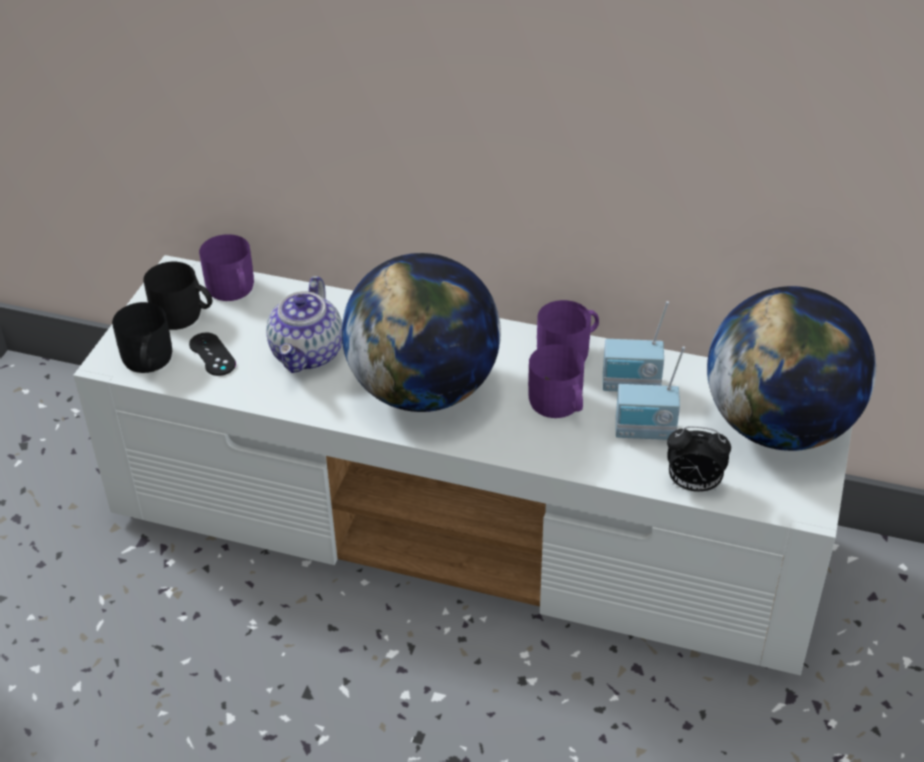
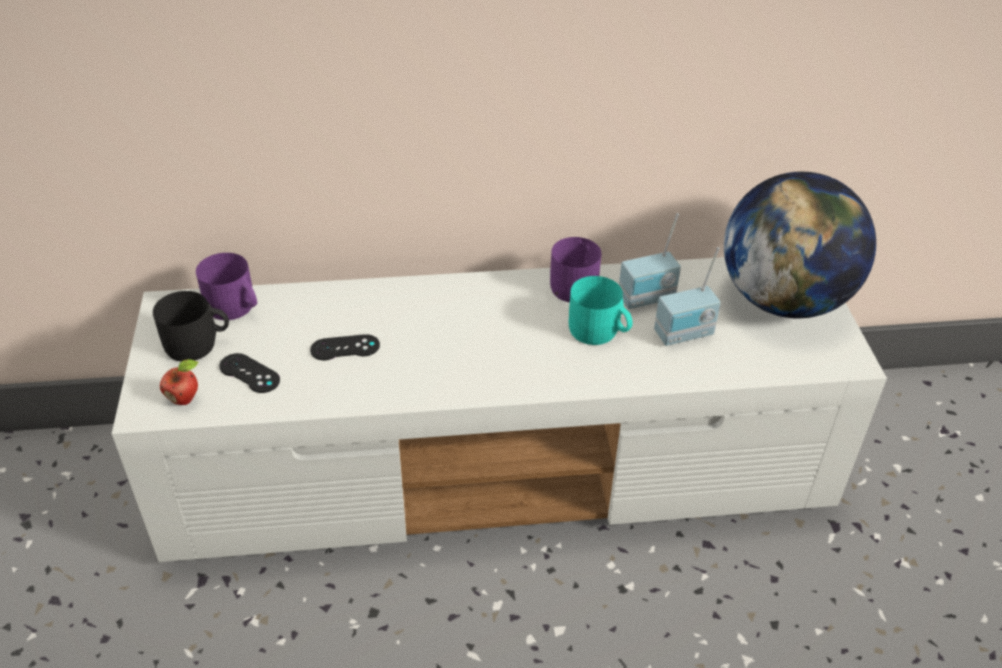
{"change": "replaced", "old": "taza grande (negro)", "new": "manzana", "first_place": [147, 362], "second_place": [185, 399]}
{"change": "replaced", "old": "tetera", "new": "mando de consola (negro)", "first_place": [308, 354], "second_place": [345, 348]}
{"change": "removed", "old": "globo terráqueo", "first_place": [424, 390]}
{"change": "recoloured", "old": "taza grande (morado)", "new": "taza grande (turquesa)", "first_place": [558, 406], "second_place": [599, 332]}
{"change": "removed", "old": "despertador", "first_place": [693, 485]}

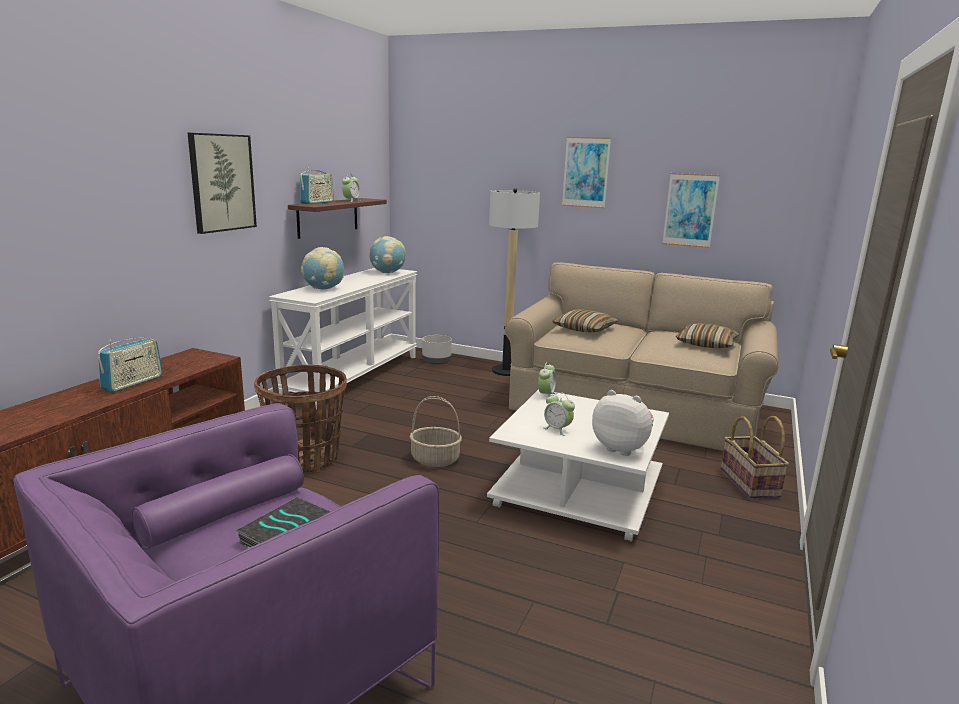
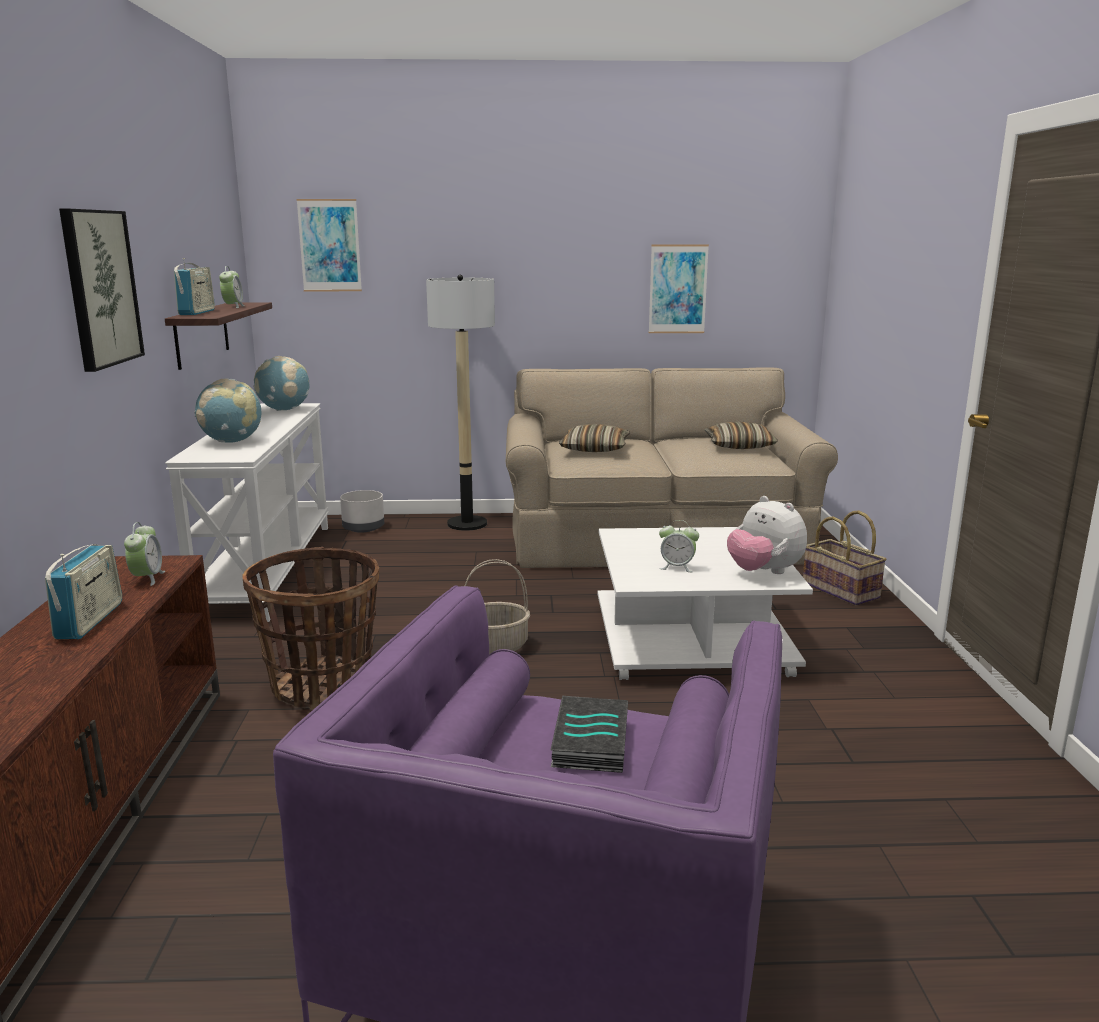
{"change": "moved", "old": "despertador", "first_place": [546, 395], "second_place": [147, 578]}
{"change": "moved", "old": "cuadro", "first_place": [586, 172], "second_place": [329, 245]}
{"change": "turned", "old": "peluche", "first_place": [621, 448], "second_place": [764, 572], "degrees": -135}

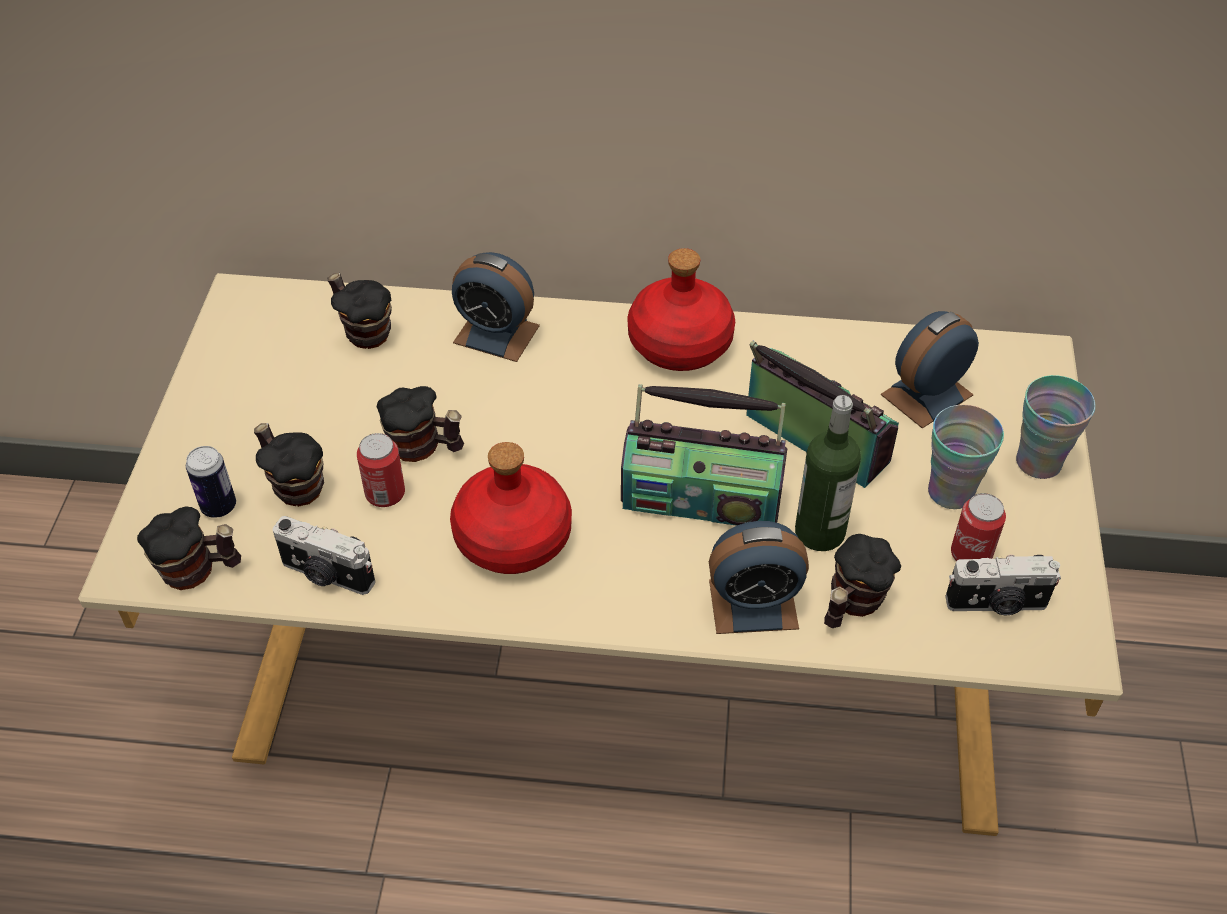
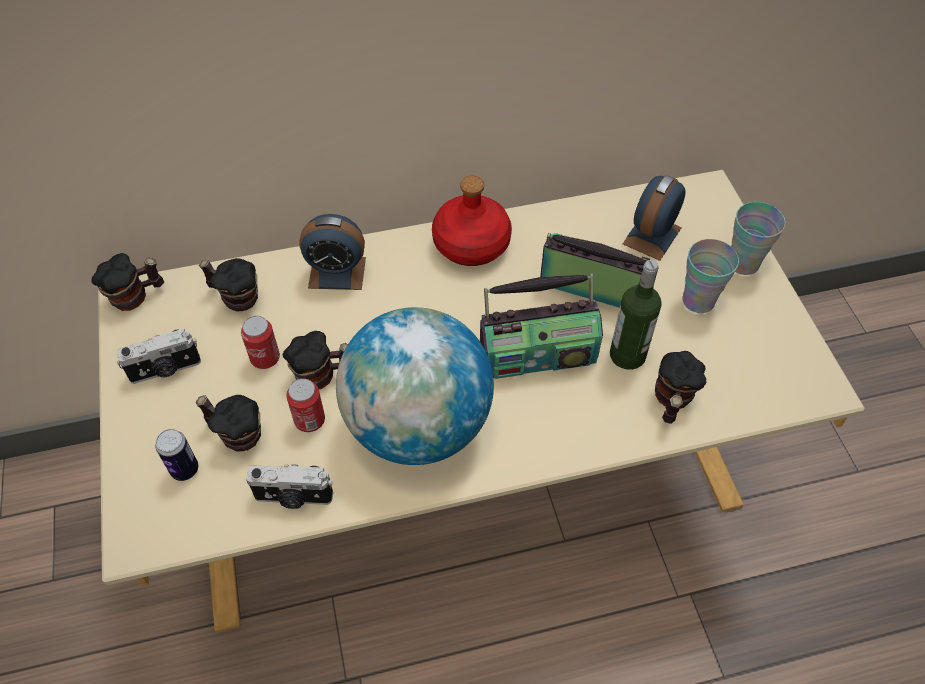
{"change": "moved", "old": "taza grande", "first_place": [197, 571], "second_place": [136, 297]}
{"change": "replaced", "old": "botella (rojo)", "new": "globo terráqueo", "first_place": [511, 538], "second_place": [418, 425]}
{"change": "removed", "old": "despertador", "first_place": [753, 604]}
{"change": "moved", "old": "cámara", "first_place": [997, 604], "second_place": [165, 370]}
{"change": "moved", "old": "lata", "first_place": [970, 554], "second_place": [265, 358]}

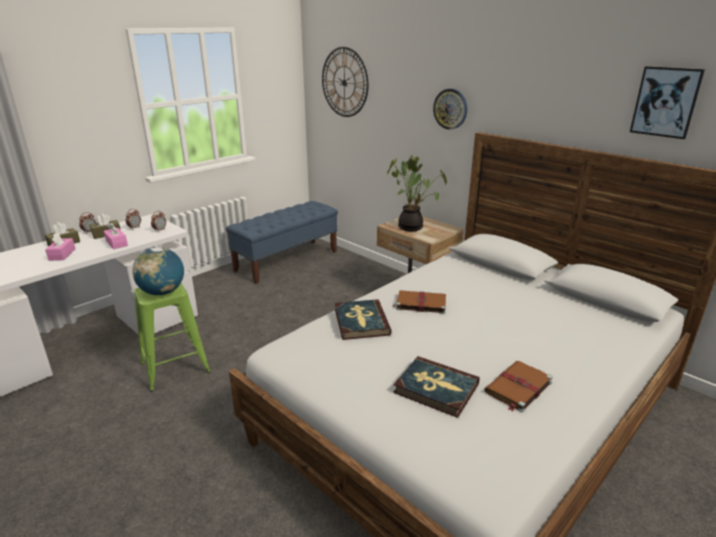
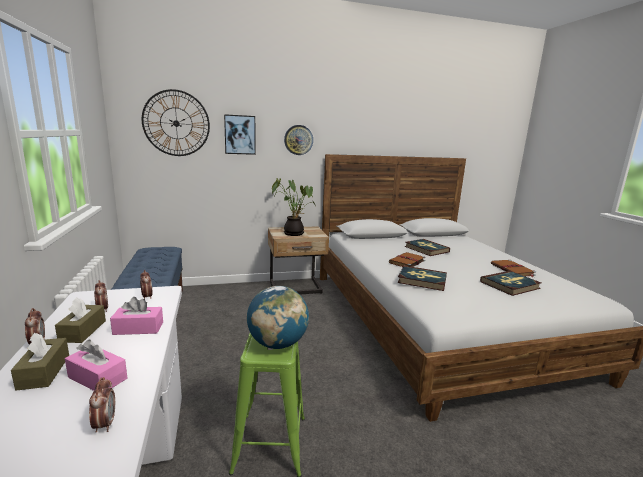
{"change": "moved", "old": "cuadro", "first_place": [665, 102], "second_place": [240, 134]}
{"change": "added", "new": "despertador", "second_place": [105, 424]}
{"change": "added", "new": "libro", "second_place": [426, 249]}

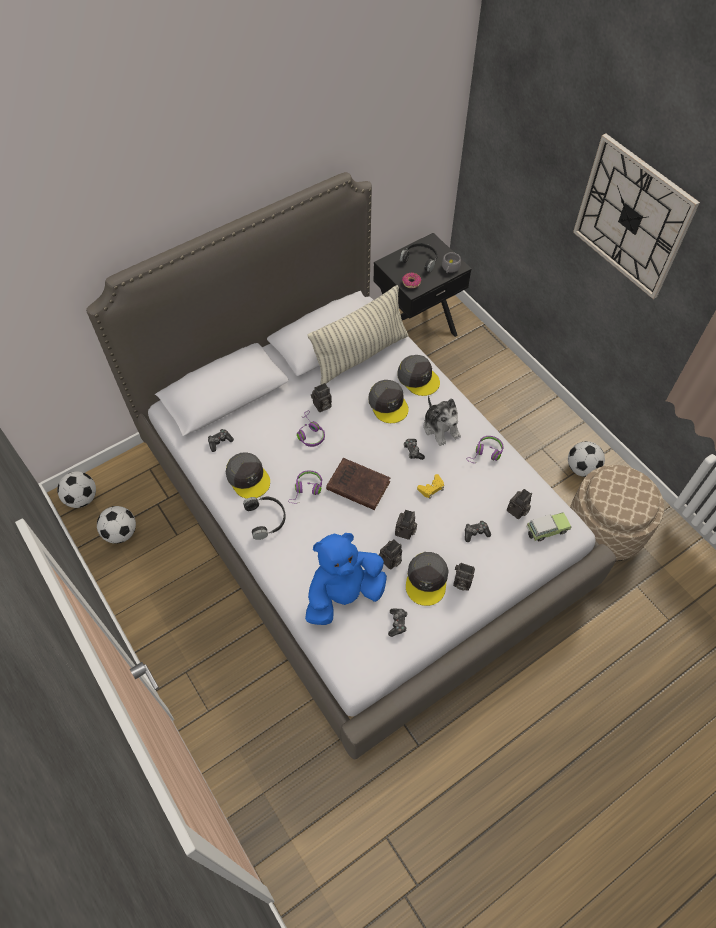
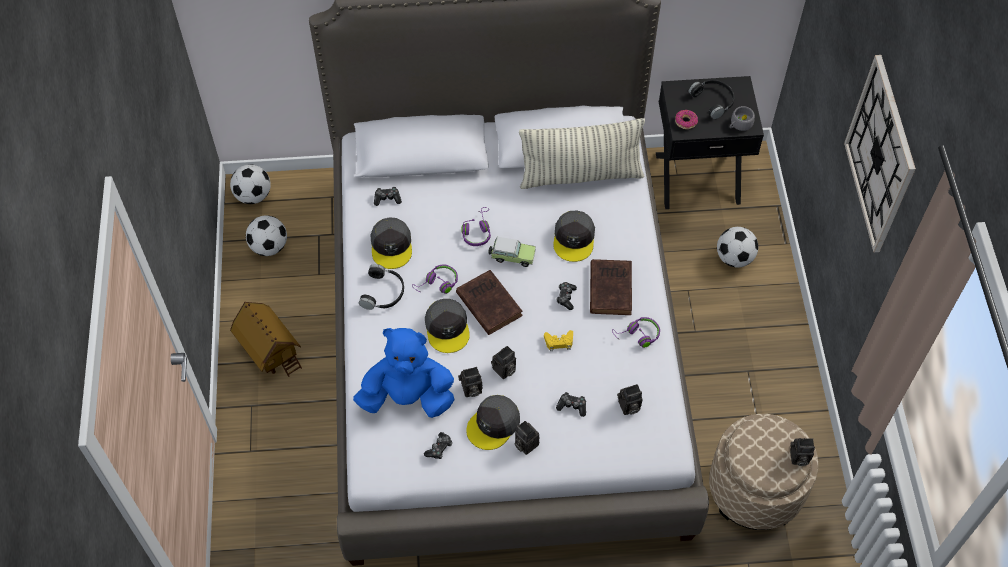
{"change": "moved", "old": "cámara", "first_place": [322, 406], "second_place": [798, 458]}
{"change": "moved", "old": "gorra (gris)", "first_place": [418, 378], "second_place": [447, 328]}
{"change": "replaced", "old": "peluche", "new": "libro (marrón)", "first_place": [441, 428], "second_place": [610, 288]}
{"change": "moved", "old": "coche de juguete", "first_place": [545, 530], "second_place": [511, 256]}
{"change": "moved", "old": "balón de fútbol", "first_place": [581, 468], "second_place": [734, 258]}
{"change": "added", "new": "casita", "second_place": [270, 351]}

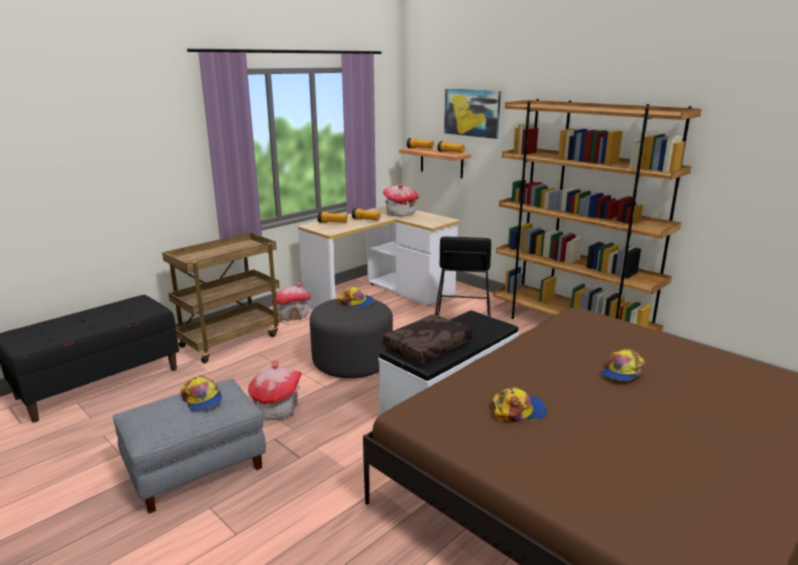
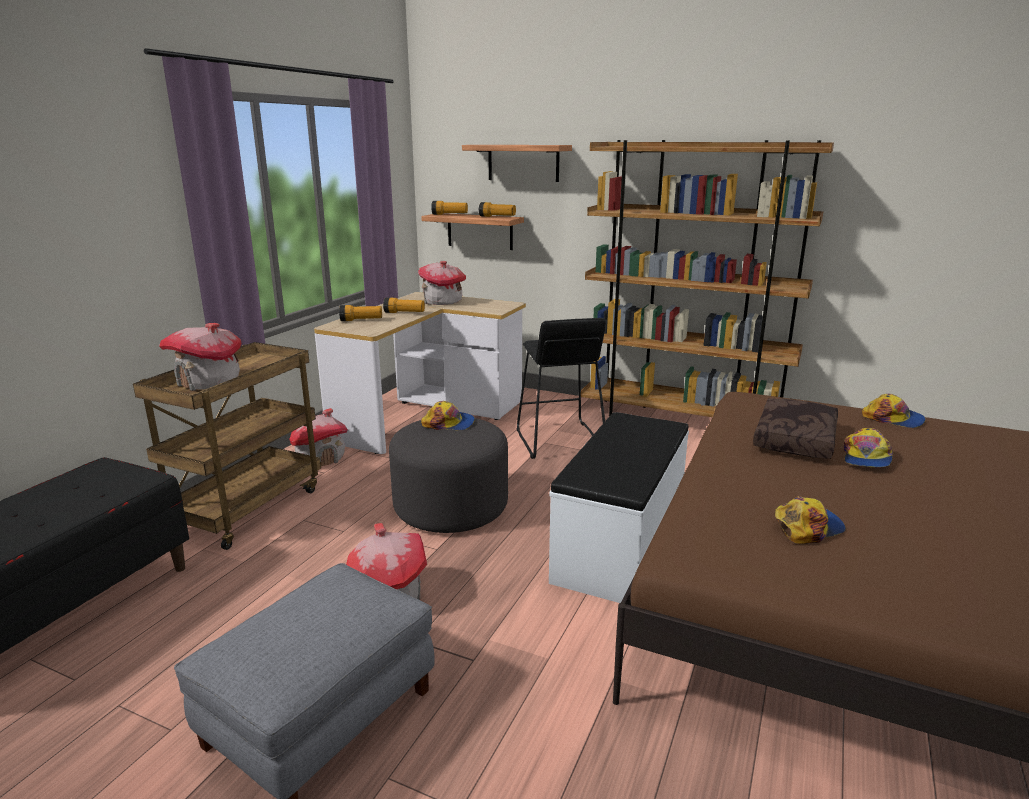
{"change": "moved", "old": "gorra", "first_place": [202, 399], "second_place": [893, 419]}
{"change": "moved", "old": "cojín (marrón)", "first_place": [428, 348], "second_place": [796, 440]}
{"change": "replaced", "old": "cuadro", "new": "estante", "first_place": [472, 113], "second_place": [523, 163]}
{"change": "added", "new": "casita", "second_place": [209, 382]}

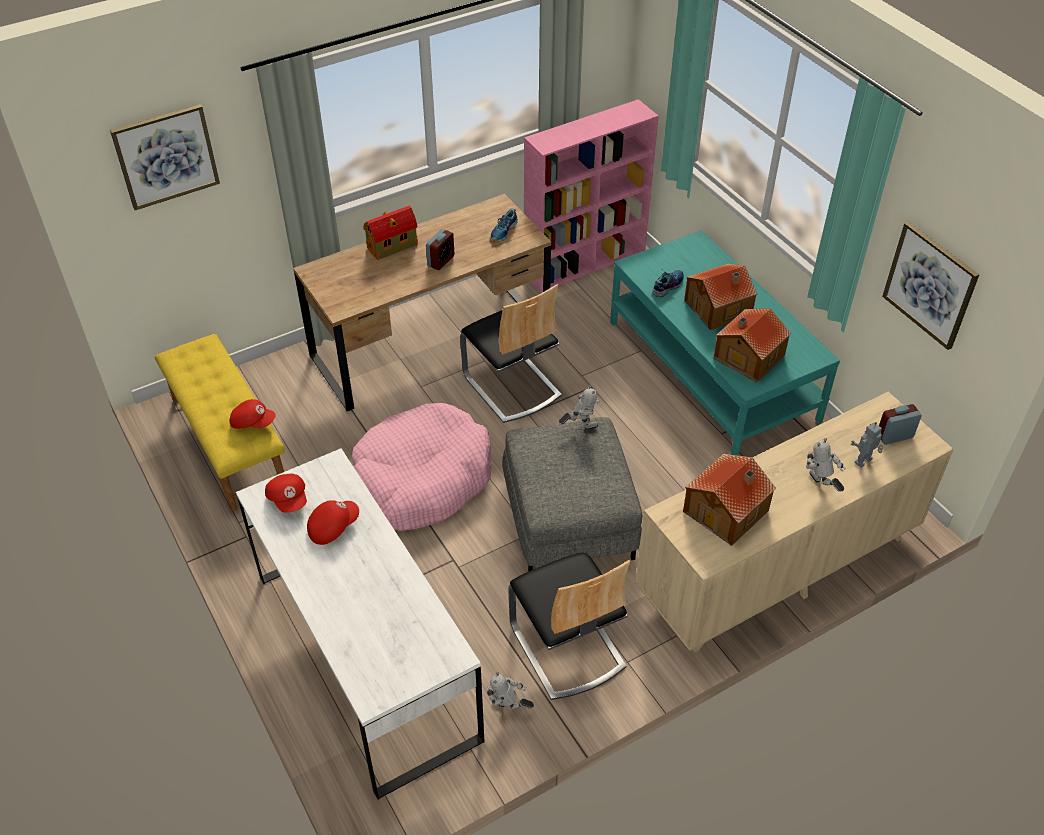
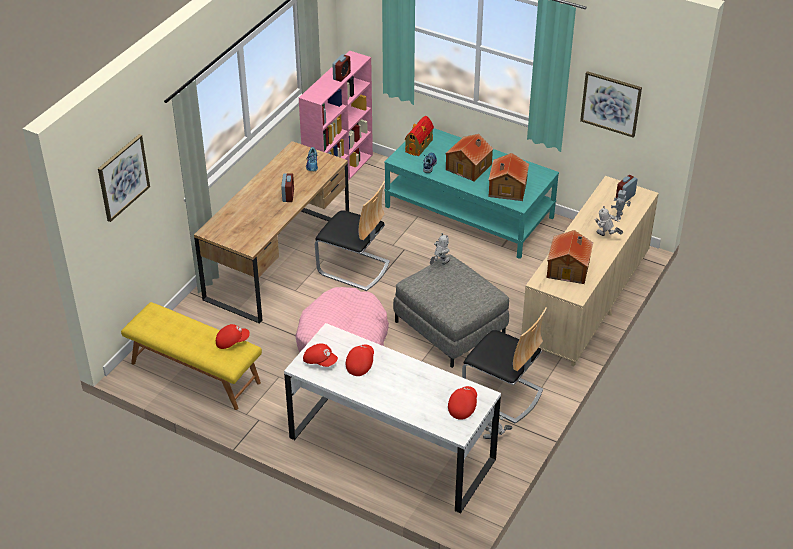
{"change": "moved", "old": "casita", "first_place": [393, 246], "second_place": [419, 145]}
{"change": "added", "new": "despertador", "second_place": [341, 76]}
{"change": "added", "new": "gorra (rojo)", "second_place": [462, 406]}

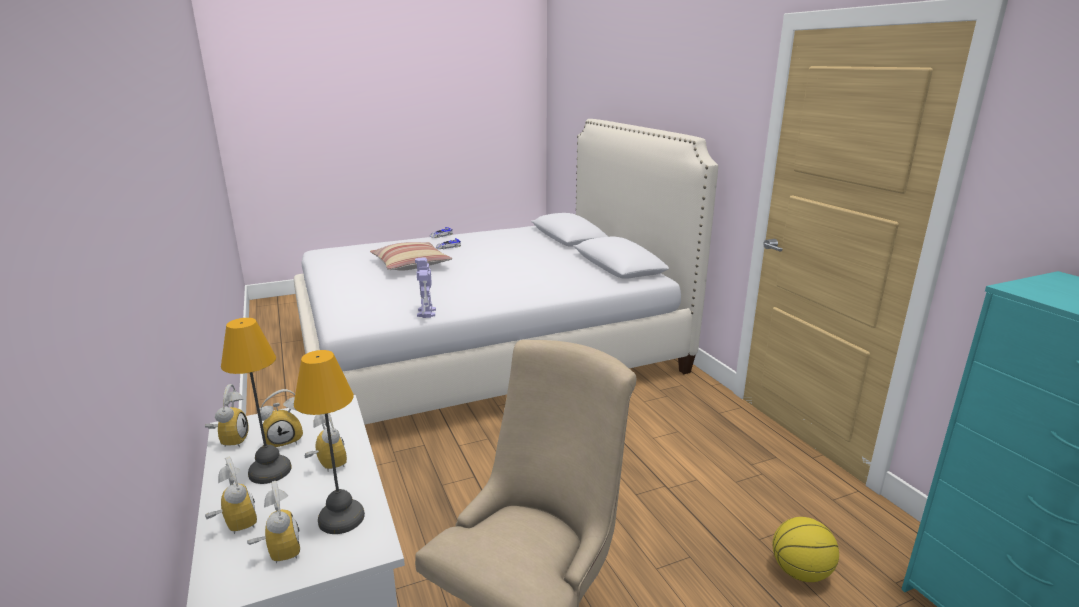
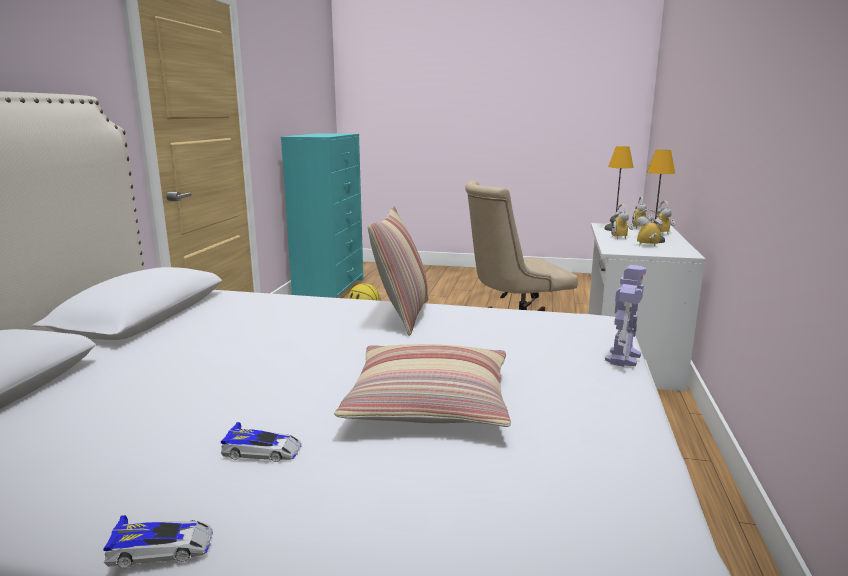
{"change": "removed", "old": "despertador", "first_place": [230, 440]}
{"change": "moved", "old": "robot de juguete", "first_place": [426, 313], "second_place": [623, 357]}
{"change": "added", "new": "cojín", "second_place": [403, 315]}

